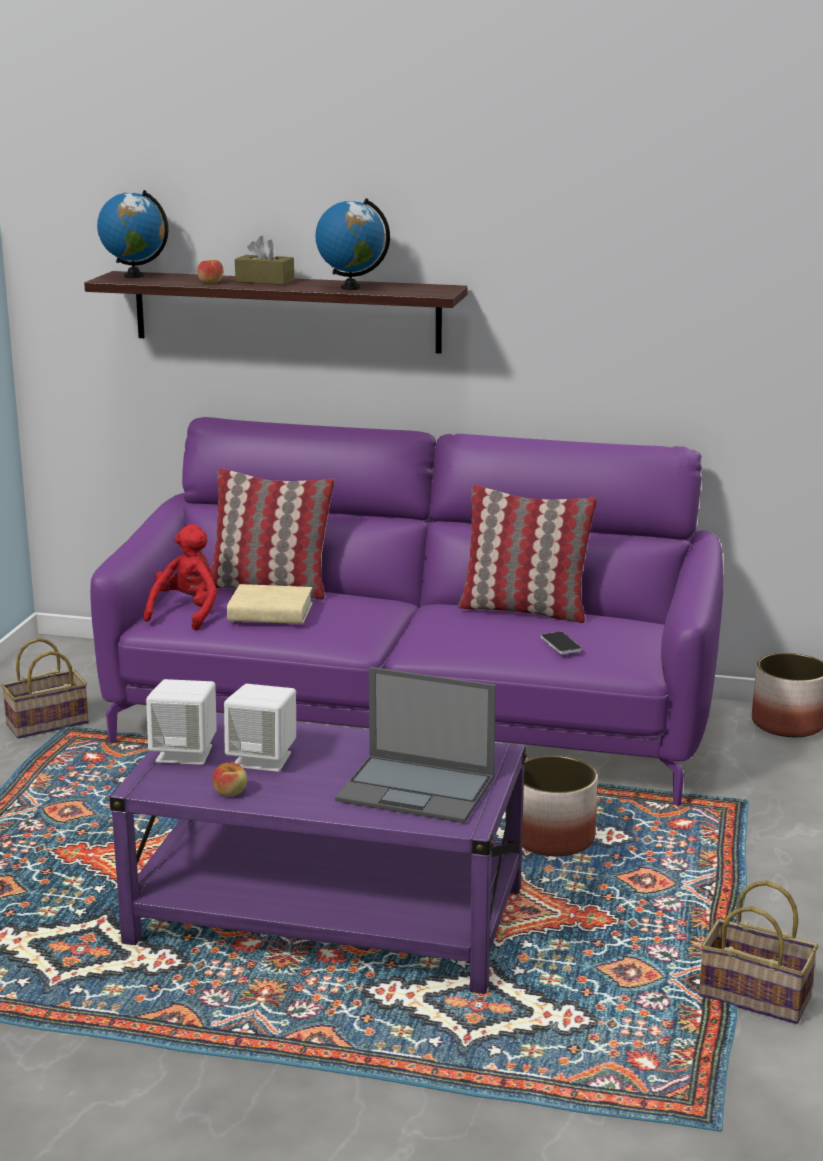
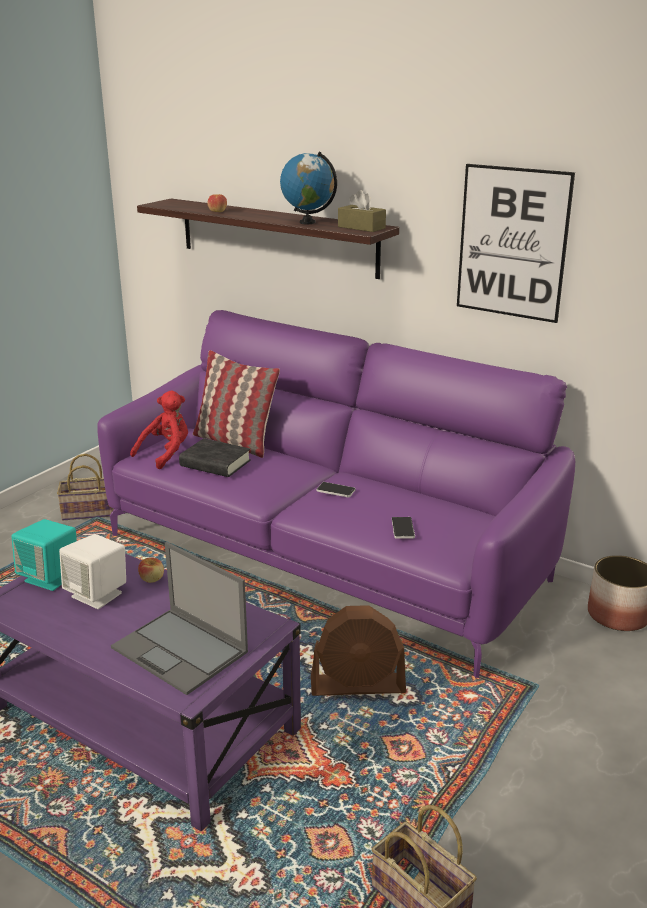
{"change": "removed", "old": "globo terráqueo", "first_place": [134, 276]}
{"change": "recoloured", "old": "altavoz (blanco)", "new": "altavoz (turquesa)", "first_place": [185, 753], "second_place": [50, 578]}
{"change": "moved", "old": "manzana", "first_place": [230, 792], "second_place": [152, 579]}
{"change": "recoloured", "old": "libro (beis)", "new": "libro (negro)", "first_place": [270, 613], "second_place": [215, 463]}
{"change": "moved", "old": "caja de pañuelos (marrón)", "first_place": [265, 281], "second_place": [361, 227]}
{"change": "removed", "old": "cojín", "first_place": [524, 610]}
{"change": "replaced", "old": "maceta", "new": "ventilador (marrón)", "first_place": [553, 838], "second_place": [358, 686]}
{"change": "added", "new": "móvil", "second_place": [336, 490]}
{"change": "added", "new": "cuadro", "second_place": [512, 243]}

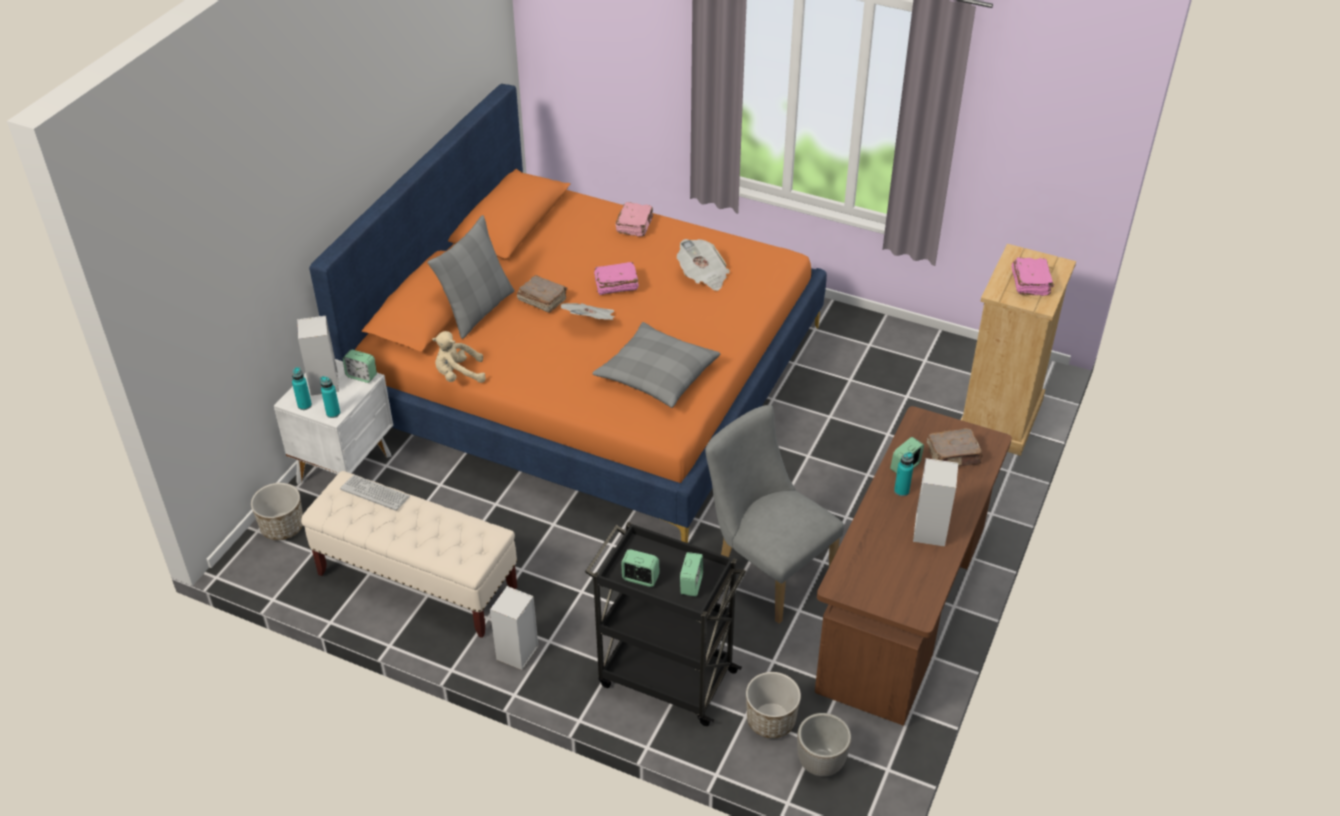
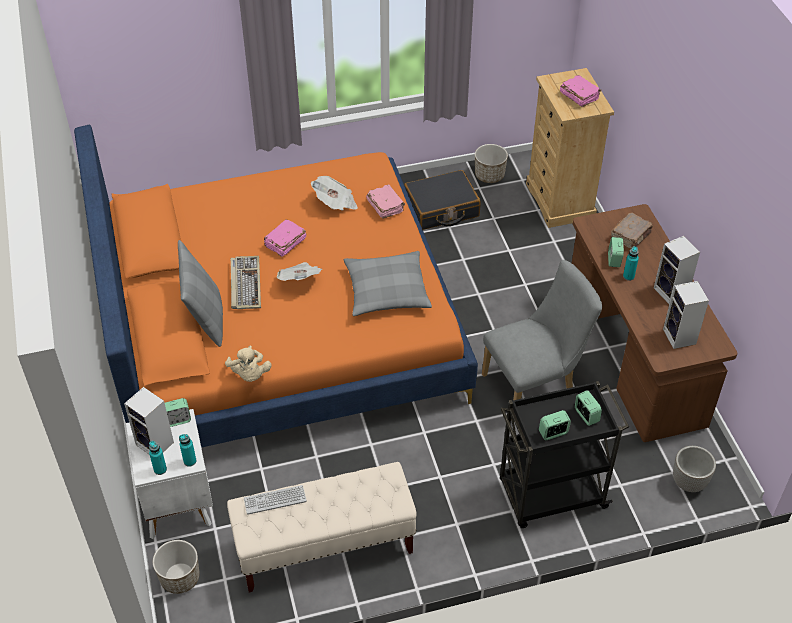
{"change": "turned", "old": "peluche (beis)", "first_place": [458, 375], "second_place": [249, 374], "degrees": -60}
{"change": "moved", "old": "altavoz", "first_place": [517, 654], "second_place": [680, 337]}
{"change": "replaced", "old": "libro (marrón)", "new": "teclado", "first_place": [542, 300], "second_place": [245, 284]}
{"change": "moved", "old": "libro (rosa)", "first_place": [635, 225], "second_place": [385, 206]}
{"change": "turned", "old": "silla (gris)", "first_place": [767, 570], "second_place": [534, 385], "degrees": 150}
{"change": "moved", "old": "maceta", "first_place": [771, 720], "second_place": [489, 175]}
{"change": "added", "new": "maleta (negro)", "second_place": [441, 208]}

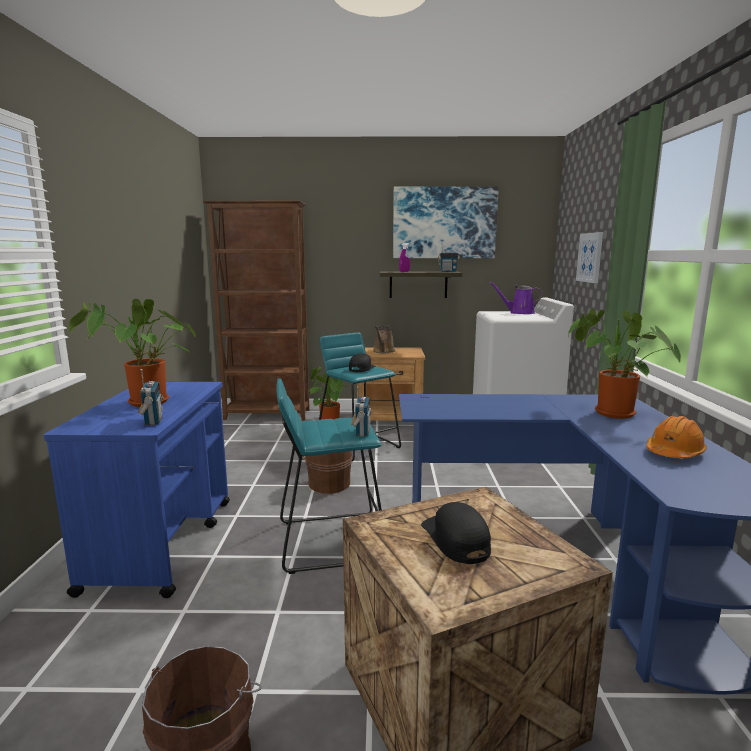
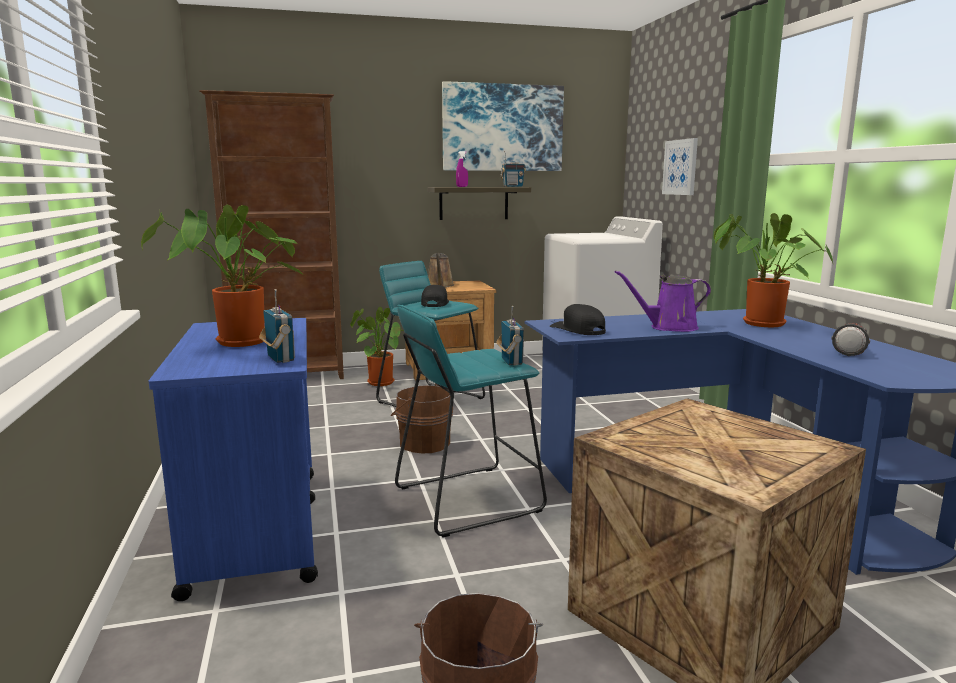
{"change": "moved", "old": "gorra (negro)", "first_place": [455, 539], "second_place": [578, 330]}
{"change": "moved", "old": "regadera (morado)", "first_place": [519, 313], "second_place": [669, 327]}
{"change": "replaced", "old": "casco (naranja)", "new": "linterna", "first_place": [674, 453], "second_place": [850, 349]}

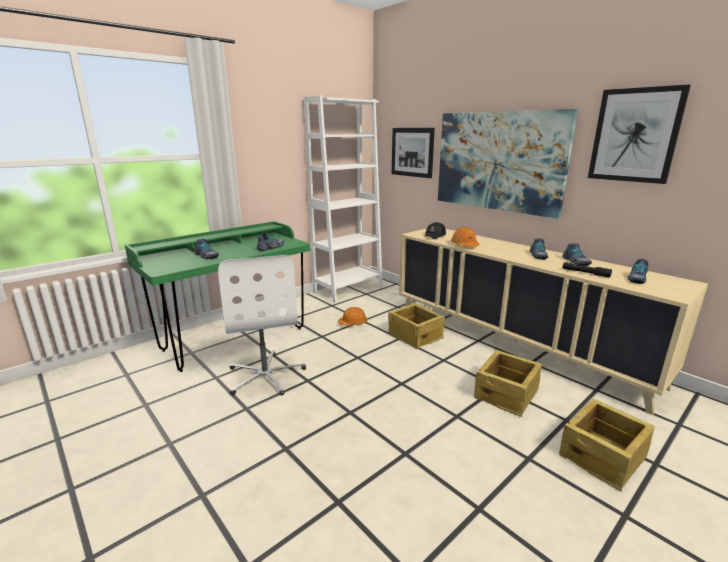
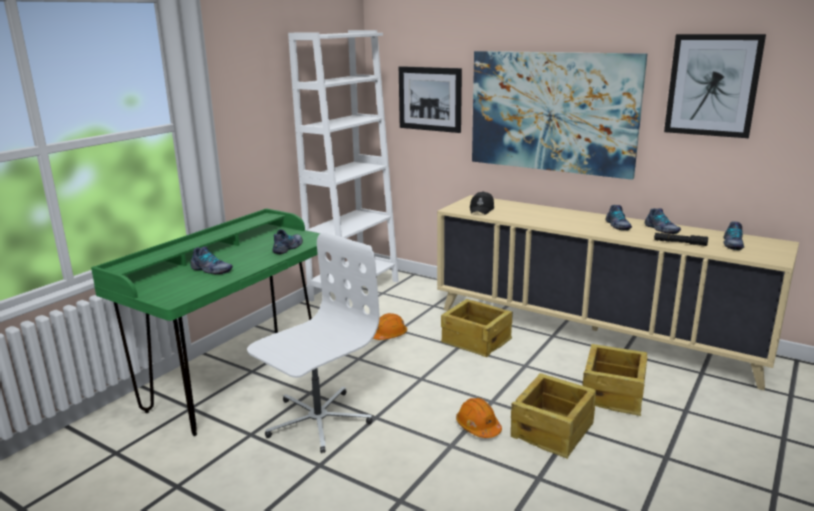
{"change": "turned", "old": "silla de oficina (blanco)", "first_place": [266, 375], "second_place": [317, 420], "degrees": -105}
{"change": "moved", "old": "casco (naranja)", "first_place": [464, 245], "second_place": [478, 427]}
{"change": "moved", "old": "caja de embalaje", "first_place": [603, 456], "second_place": [553, 430]}

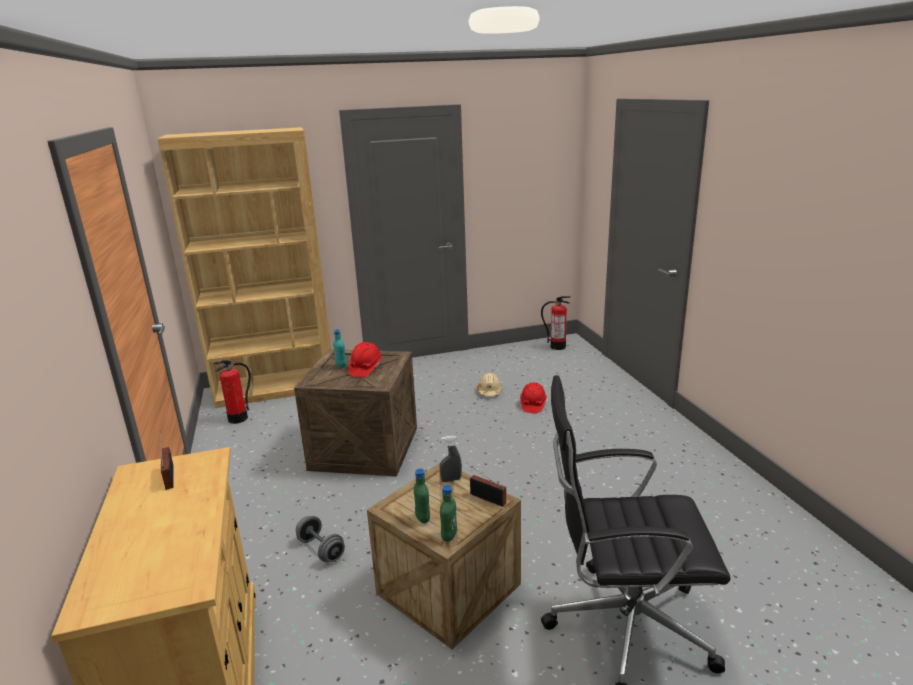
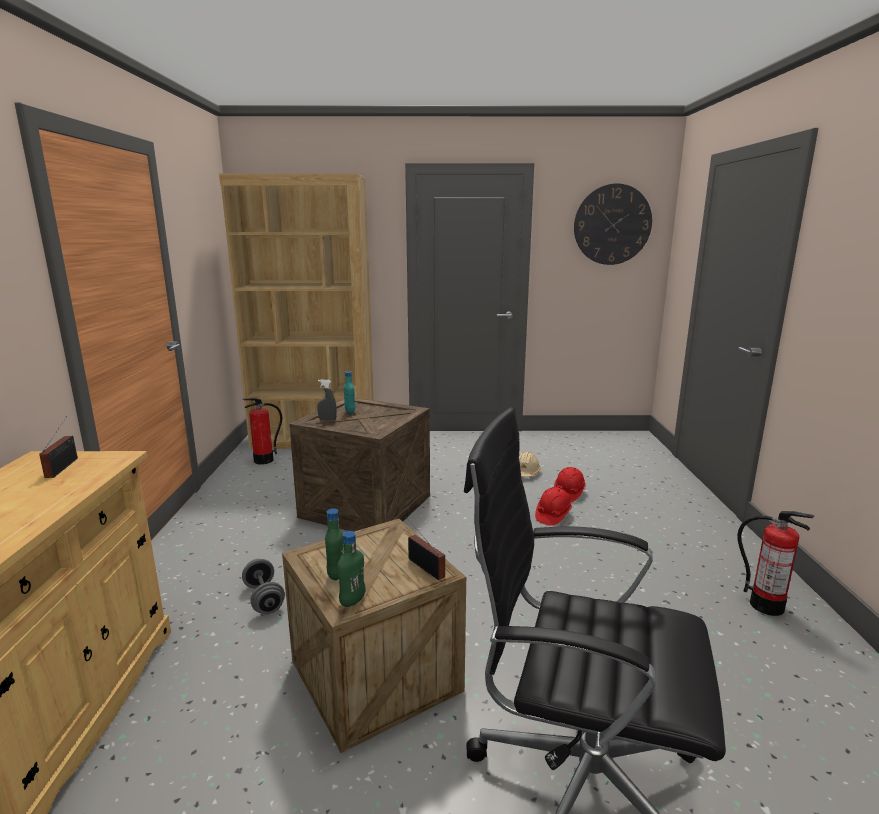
{"change": "moved", "old": "casco (rojo)", "first_place": [365, 369], "second_place": [552, 515]}
{"change": "moved", "old": "pulverizador (gris)", "first_place": [451, 480], "second_place": [327, 420]}
{"change": "moved", "old": "extintor", "first_place": [557, 346], "second_place": [766, 605]}
{"change": "added", "new": "reloj de pared", "second_place": [612, 224]}

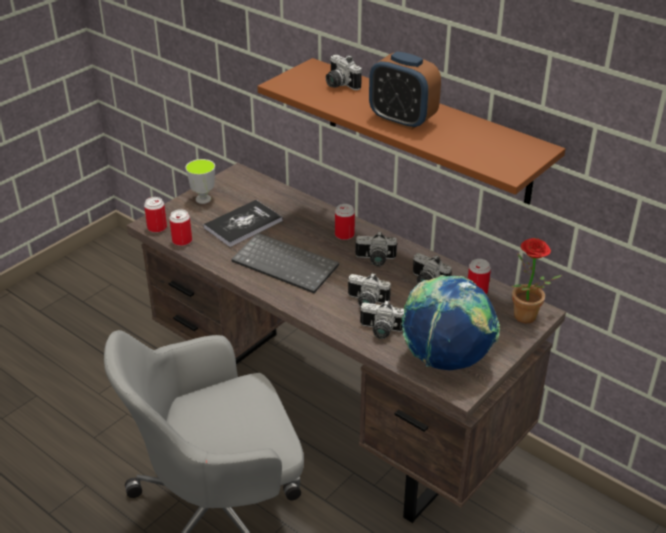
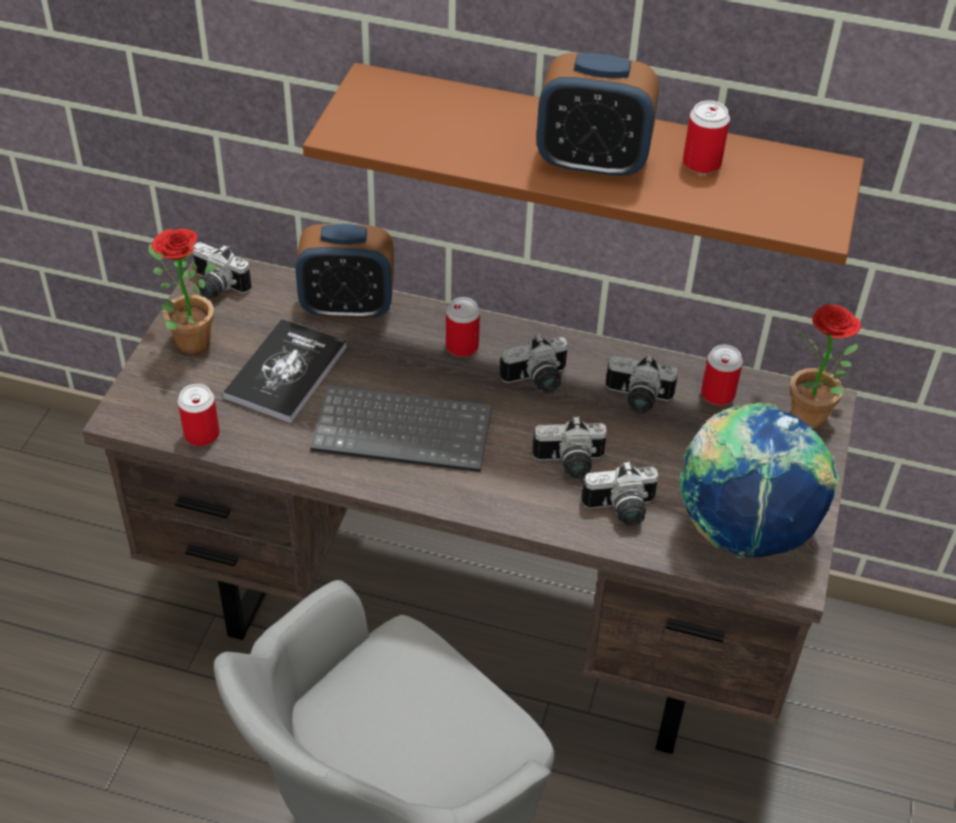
{"change": "moved", "old": "lata", "first_place": [157, 228], "second_place": [701, 163]}
{"change": "replaced", "old": "taza", "new": "planta en maceta", "first_place": [203, 199], "second_place": [187, 340]}
{"change": "moved", "old": "cámara", "first_place": [339, 84], "second_place": [215, 287]}
{"change": "added", "new": "despertador", "second_place": [347, 307]}

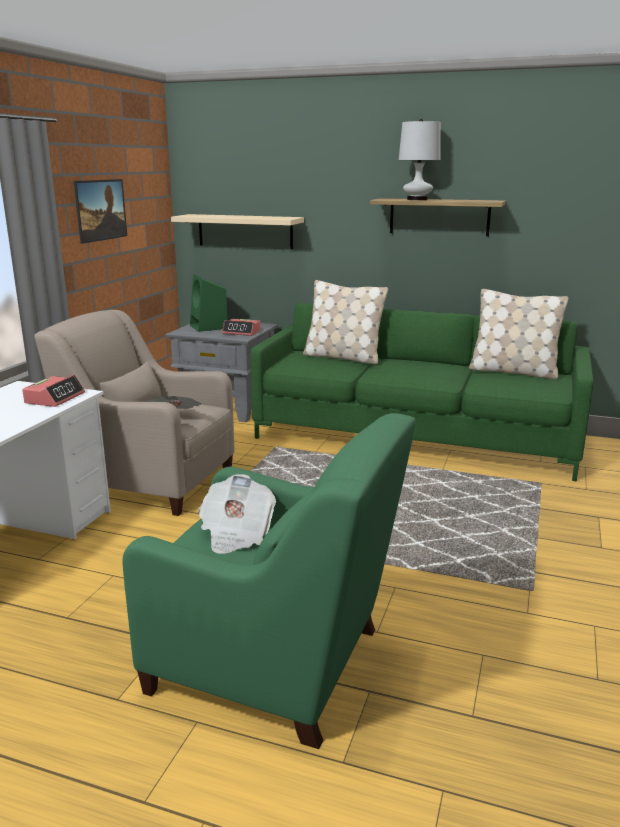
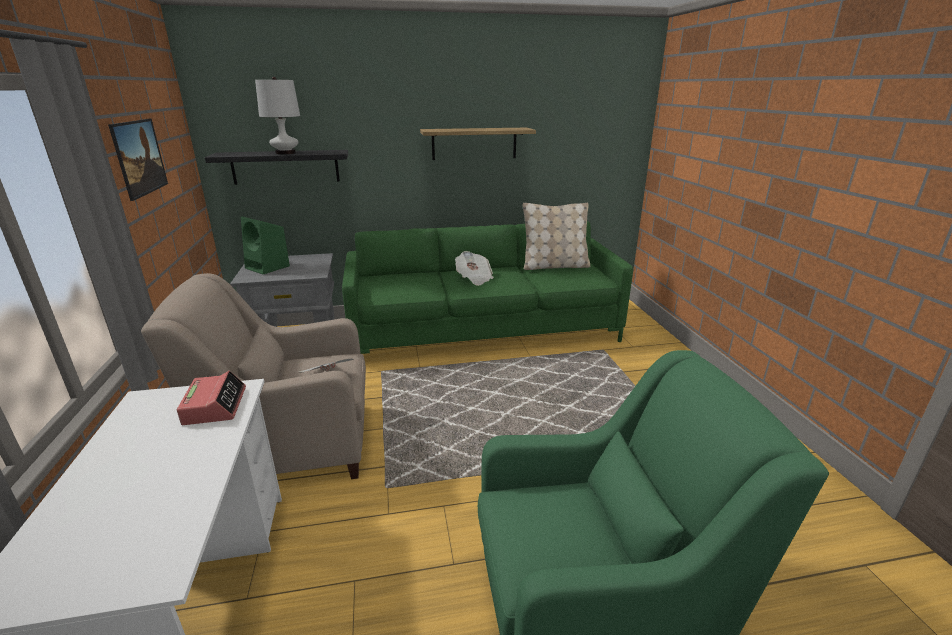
{"change": "recoloured", "old": "estante (beis)", "new": "estante (negro)", "first_place": [245, 231], "second_place": [285, 167]}
{"change": "moved", "old": "periódico", "first_place": [236, 533], "second_place": [474, 278]}
{"change": "removed", "old": "despertador", "first_place": [241, 332]}
{"change": "removed", "old": "cojín (beis)", "first_place": [343, 357]}
{"change": "moved", "old": "lámpara de mesa (blanco)", "first_place": [417, 199], "second_place": [285, 153]}

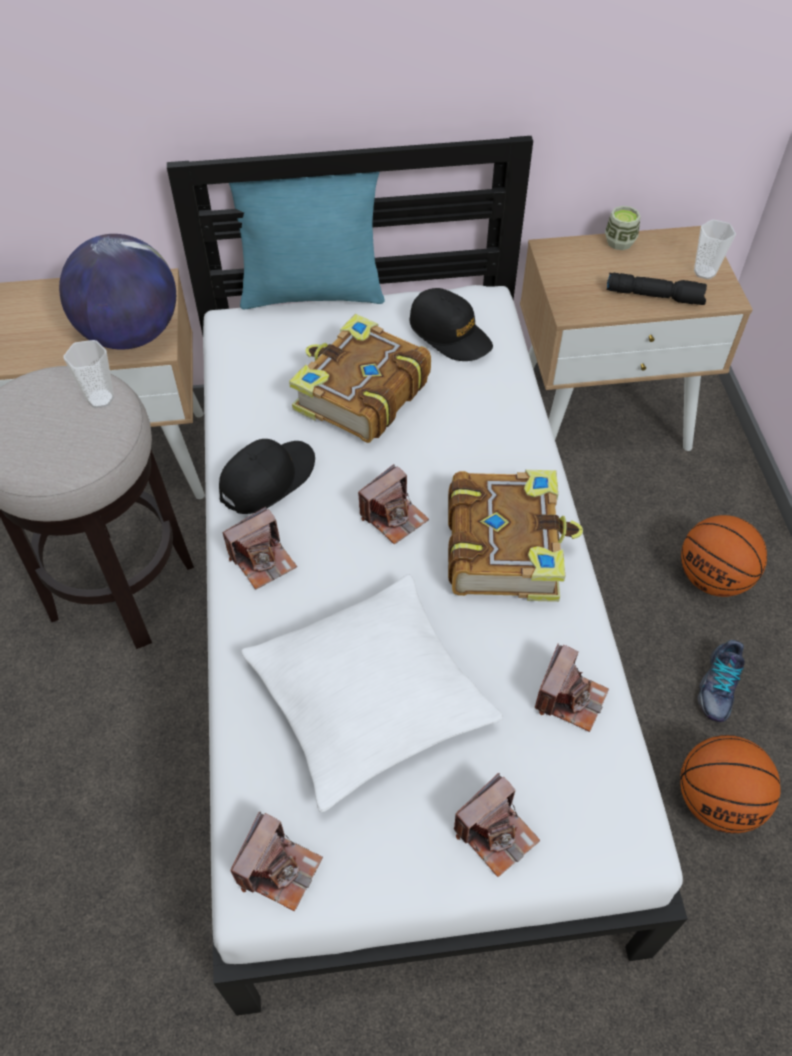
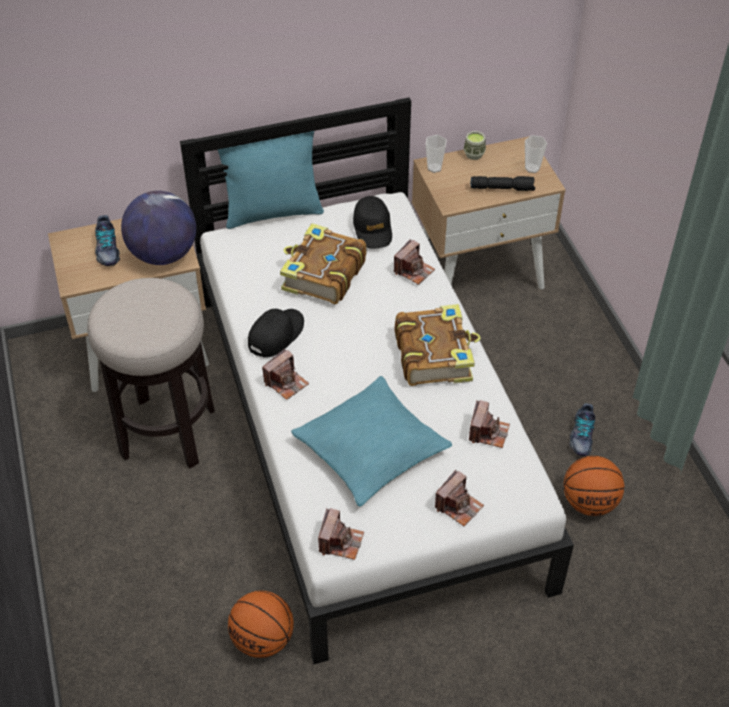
{"change": "moved", "old": "taza", "first_place": [100, 399], "second_place": [434, 168]}
{"change": "recoloured", "old": "cojín (blanco)", "new": "cojín (turquesa)", "first_place": [369, 698], "second_place": [371, 449]}
{"change": "moved", "old": "cámara", "first_place": [394, 516], "second_place": [413, 270]}
{"change": "turned", "old": "gorra (negro)", "first_place": [450, 334], "second_place": [373, 228], "degrees": 45}
{"change": "moved", "old": "balón de baloncesto", "first_place": [712, 578], "second_place": [262, 639]}
{"change": "added", "new": "zapato", "second_place": [107, 249]}

